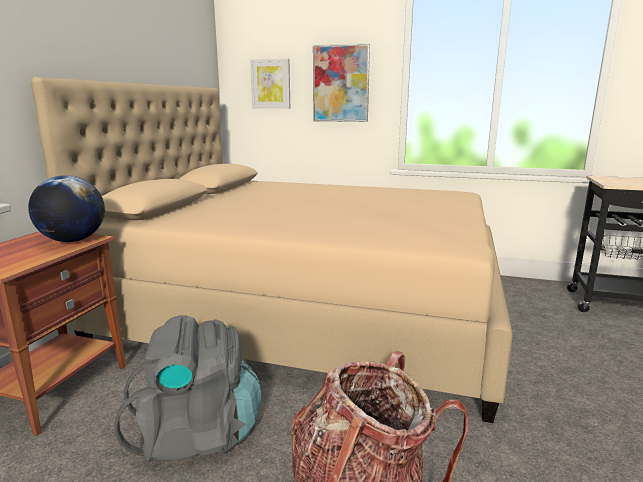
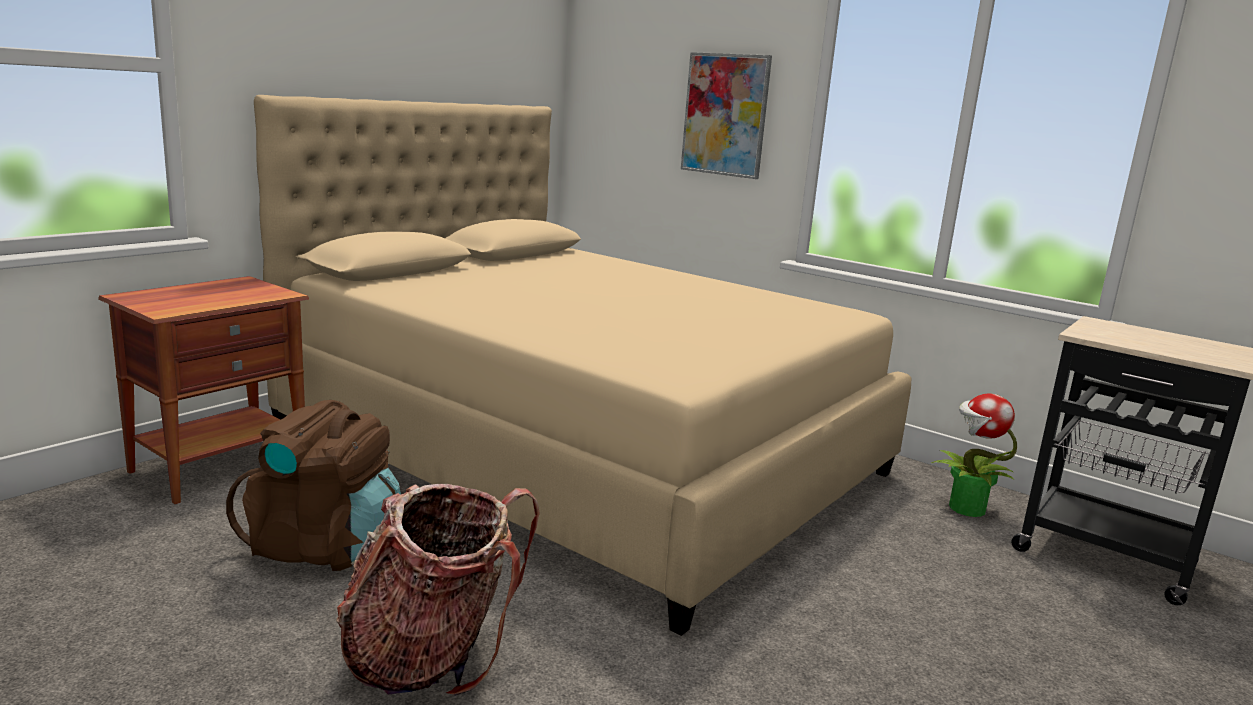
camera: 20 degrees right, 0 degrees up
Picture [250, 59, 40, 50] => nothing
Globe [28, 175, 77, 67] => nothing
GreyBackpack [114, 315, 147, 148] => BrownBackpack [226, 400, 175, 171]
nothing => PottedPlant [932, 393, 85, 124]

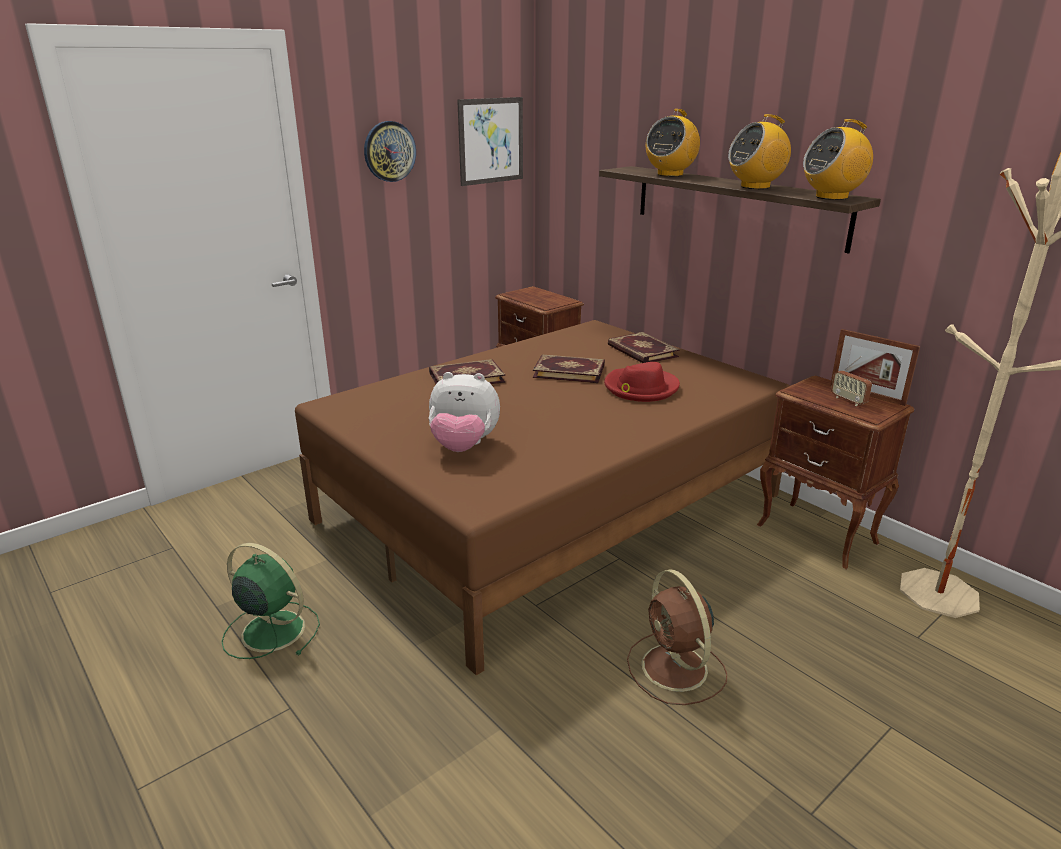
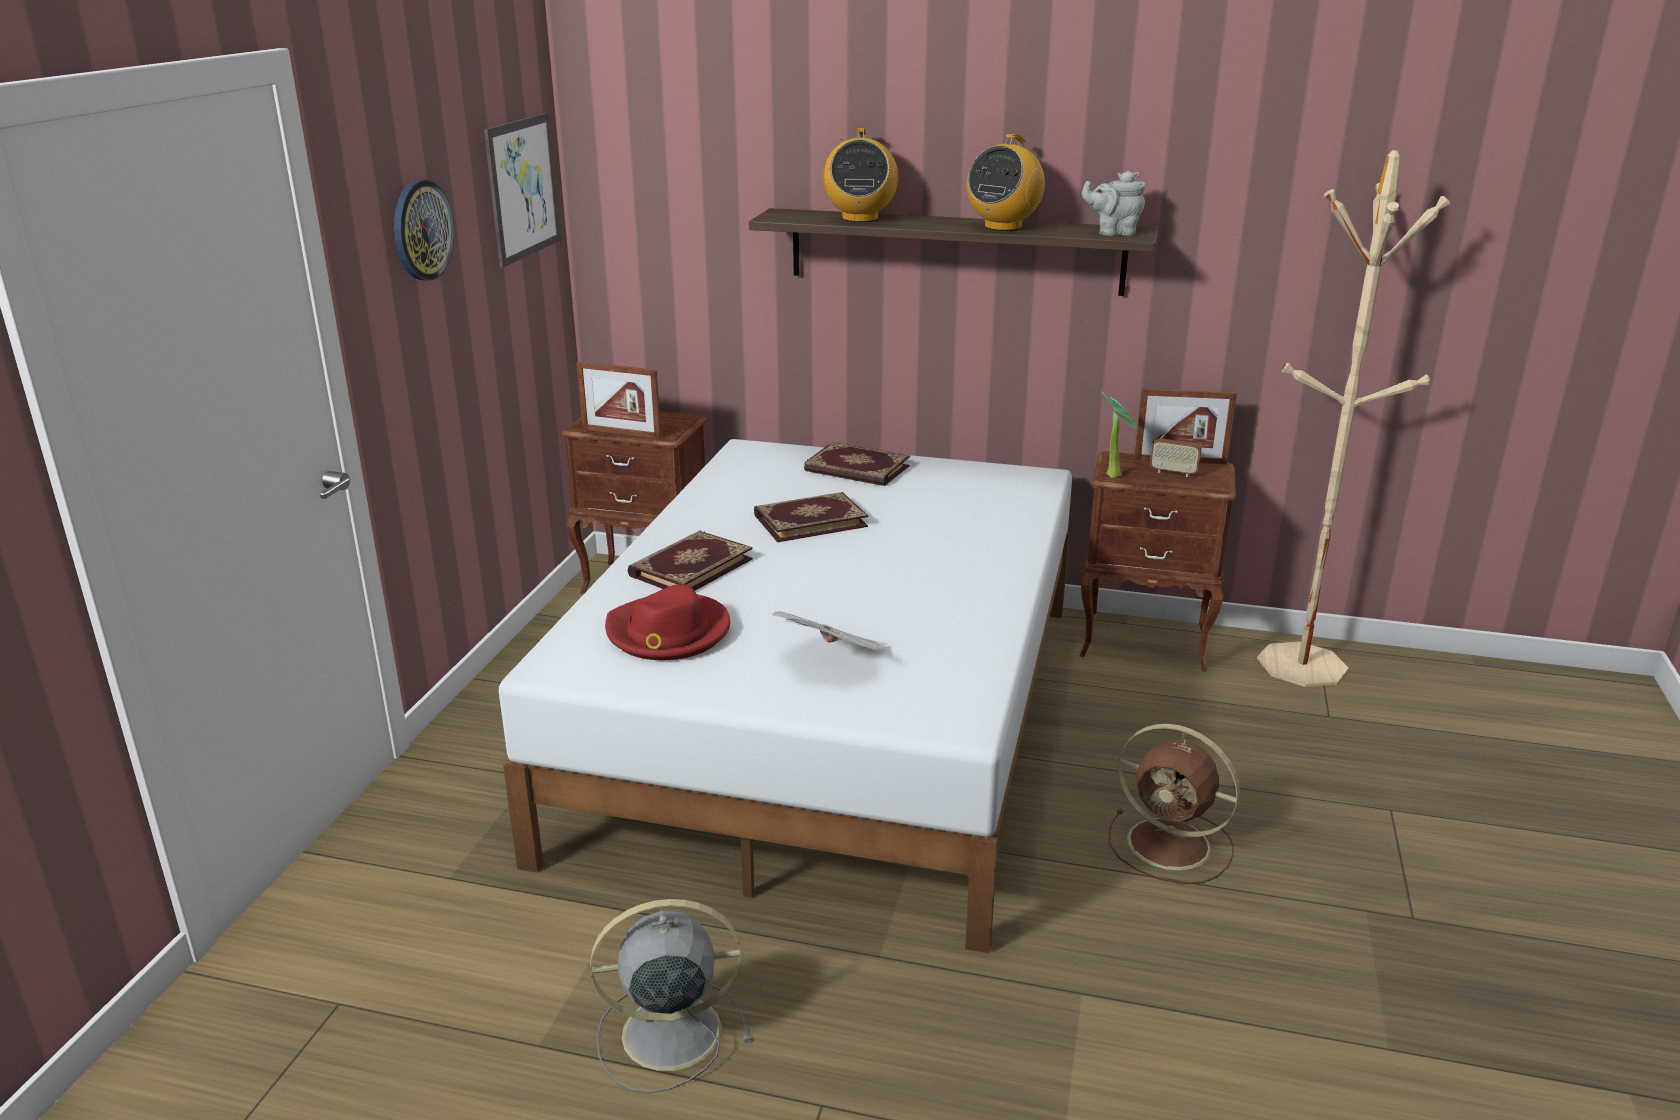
camera: 35 degrees left, 0 degrees up
Radio [803, 119, 70, 81] => GreyTeapot [1082, 171, 64, 65]
BrownBed [295, 320, 495, 355] => WhiteBed [499, 439, 573, 514]
RedHat [604, 362, 76, 40] => RedHat [605, 584, 125, 76], relocated
PlushToy [429, 372, 71, 80] => Newspaper [772, 611, 116, 40]
GreenFan [221, 543, 99, 116] => GreyFan [590, 899, 160, 194]
nothing => PictureFrame [577, 361, 84, 78]
nothing => PottedPlant [1101, 391, 37, 87]

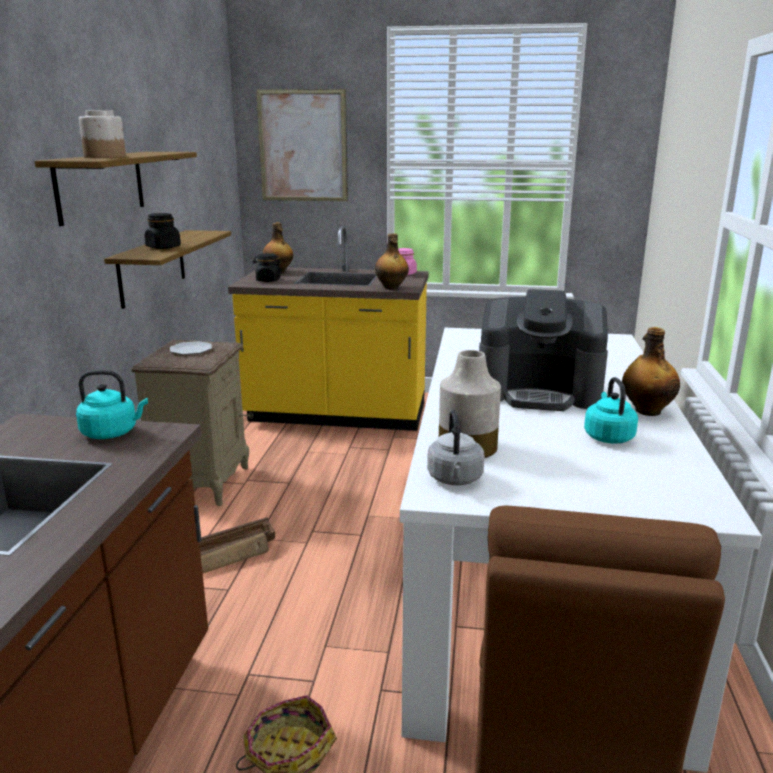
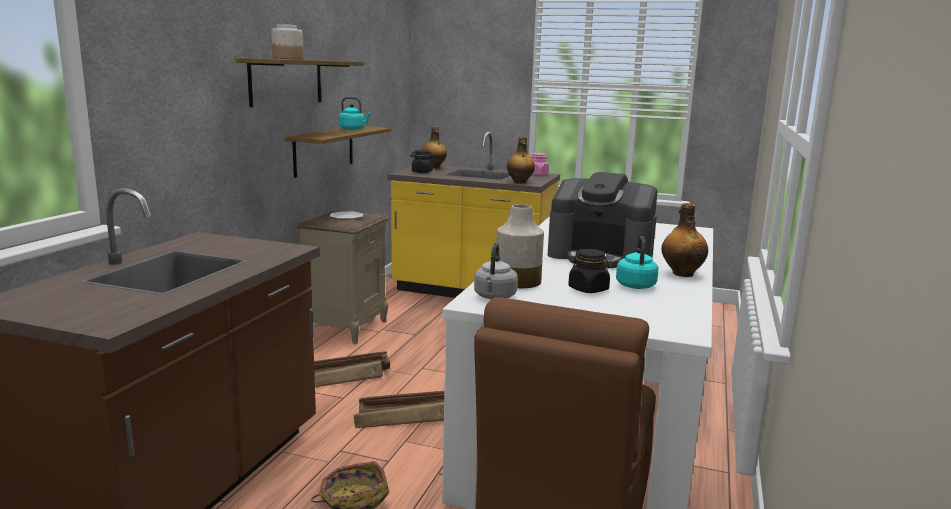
camera: 10 degrees right, 5 degrees down
Picture [256, 89, 92, 112] => nothing
BlackJar [145, 213, 36, 36] => BlackJar [568, 249, 42, 44], relocated
TurquoiseKettle [76, 370, 72, 69] => TurquoiseKettle [339, 97, 32, 33], relocated
nothing => Crate [354, 391, 90, 37]

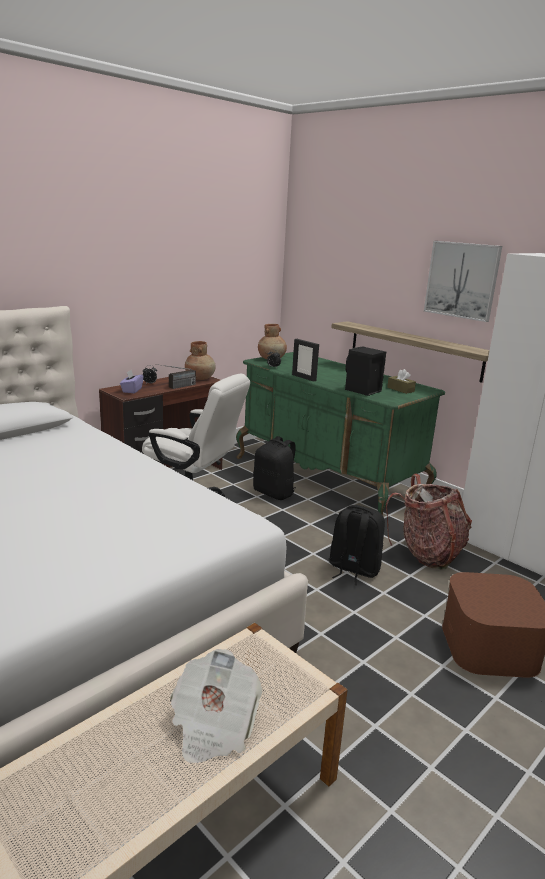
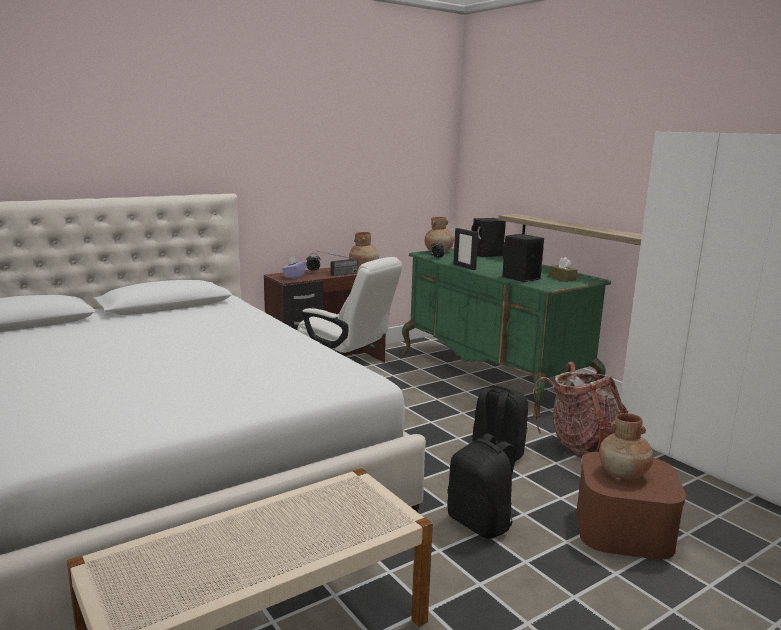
camera: 10 degrees right, 5 degrees down
Picture [424, 241, 78, 81] => nothing
BlackBackpack [253, 436, 43, 64] => BlackBackpack [447, 433, 69, 106], relocated
Newspaper [170, 649, 92, 114] => nothing
nothing => BlackSpeaker [471, 218, 35, 39]
nothing => BrownVase [599, 413, 54, 67]

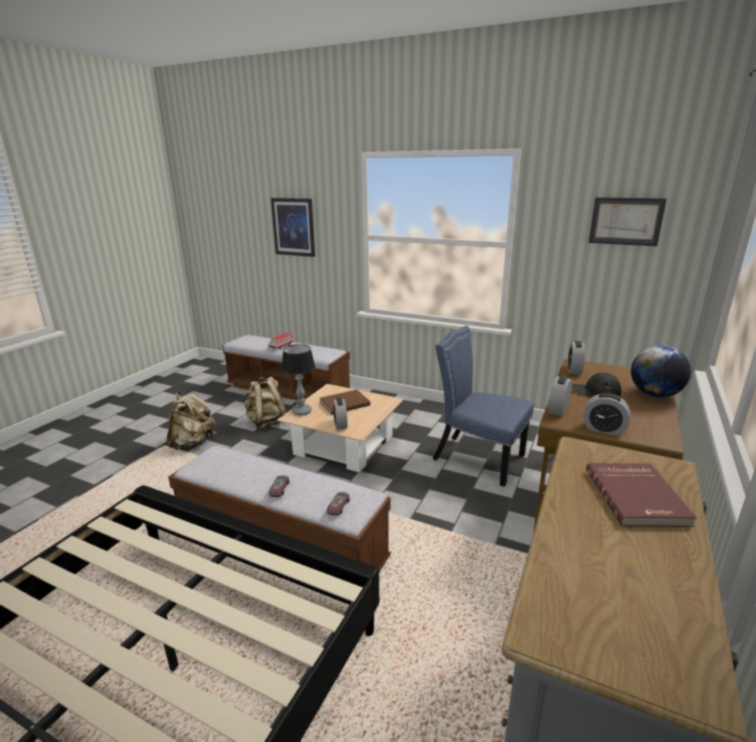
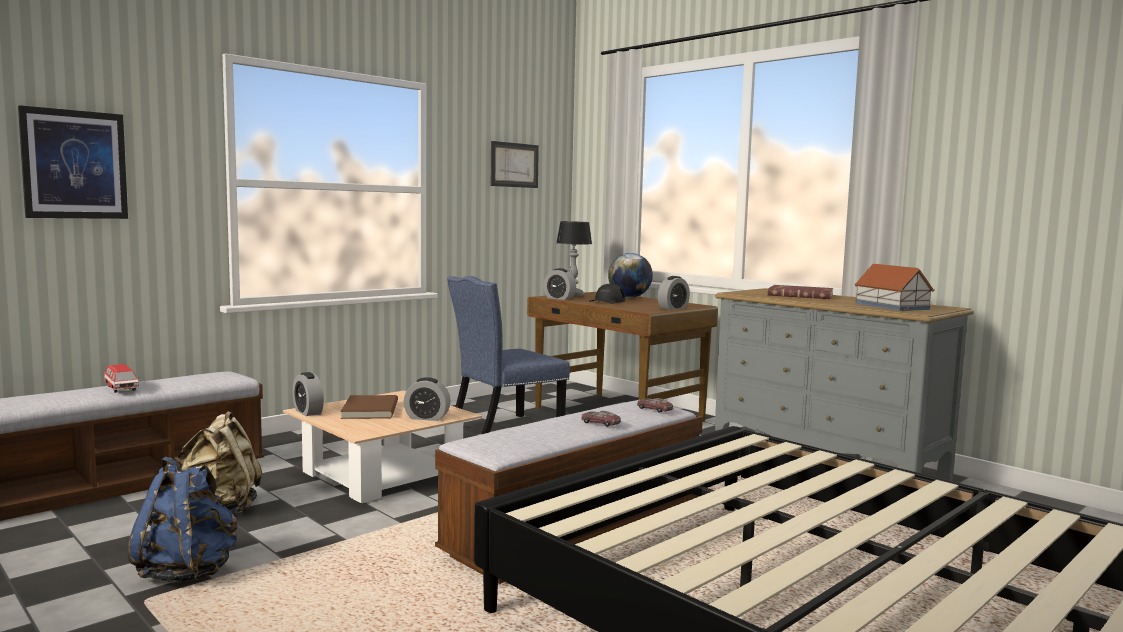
camera: 70 degrees left, 15 degrees down
TableLamp [281, 344, 34, 72] => TableLamp [556, 221, 36, 76], relocated
AlarmClock [548, 376, 24, 41] => AlarmClock [293, 372, 31, 44], relocated
BeigeBackpack [167, 391, 48, 59] => BlueBackpack [128, 456, 109, 127]
nothing => ToyHouse [855, 264, 79, 47]

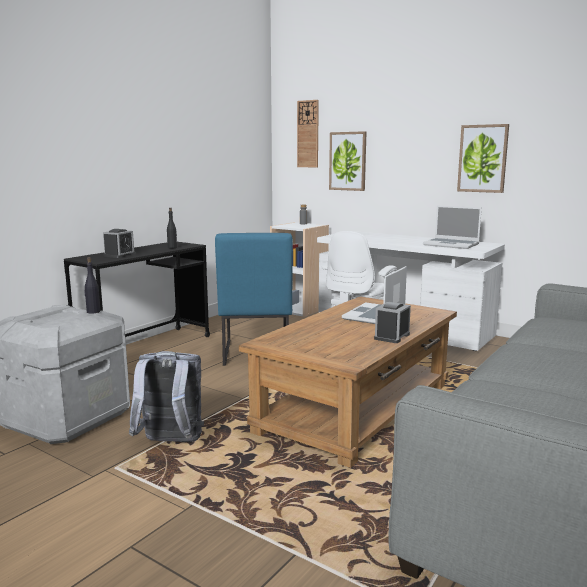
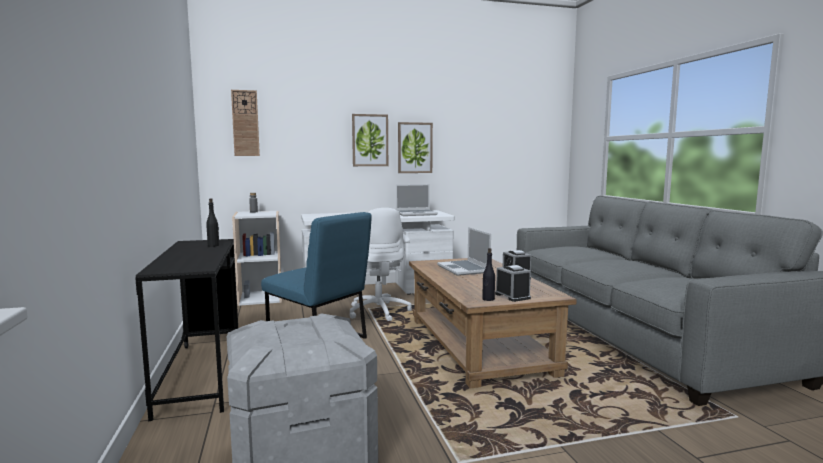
camera: 50 degrees left, 5 degrees down
Picture [329, 131, 38, 60] => Picture [352, 114, 36, 52], relocated
AlarmClock [103, 229, 32, 29] => AlarmClock [495, 265, 36, 37], relocated
BlackBottle [85, 257, 15, 57] => BlackBottle [482, 248, 13, 53], relocated
GreyBackpack [129, 351, 75, 91] => nothing

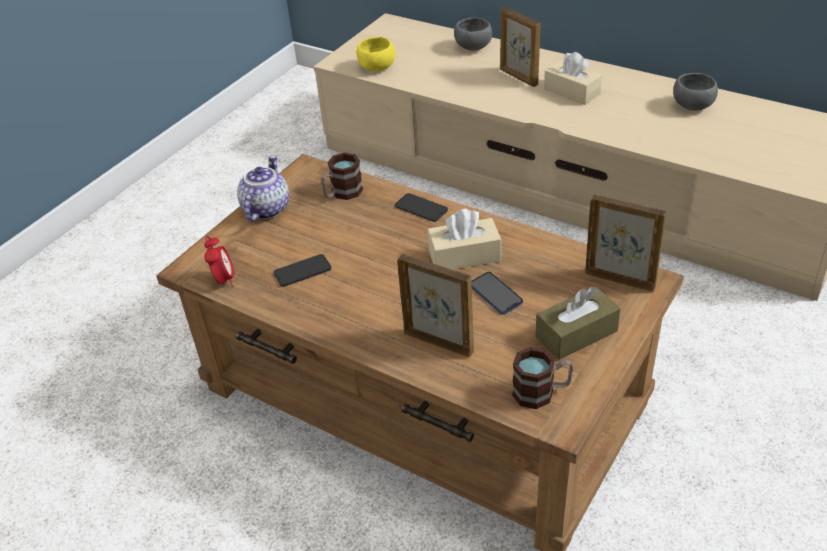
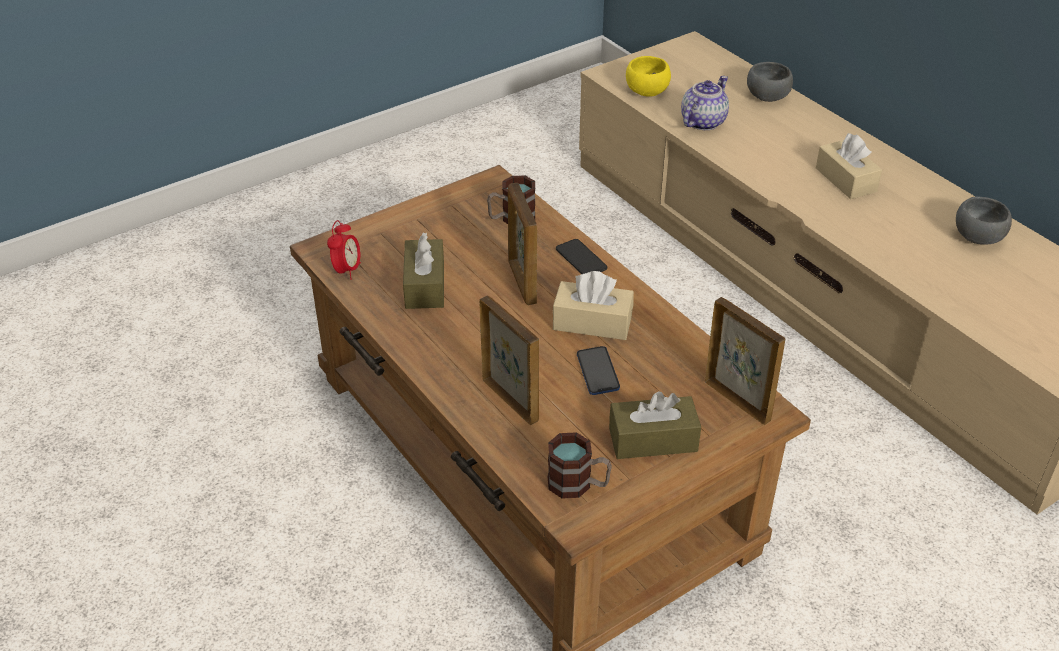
camera: 20 degrees right, 0 degrees up
PictureFrame [500, 7, 40, 80] => PictureFrame [508, 183, 29, 122], relocated
Teapot [237, 155, 52, 67] => Teapot [681, 76, 48, 54], relocated
Phone [273, 254, 59, 33] => BrownTissueBox [403, 232, 41, 77]

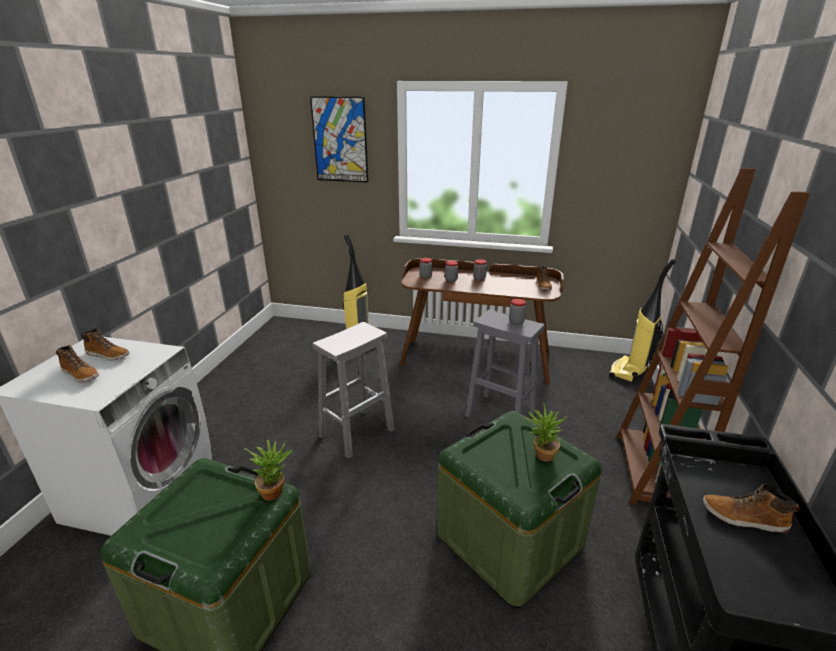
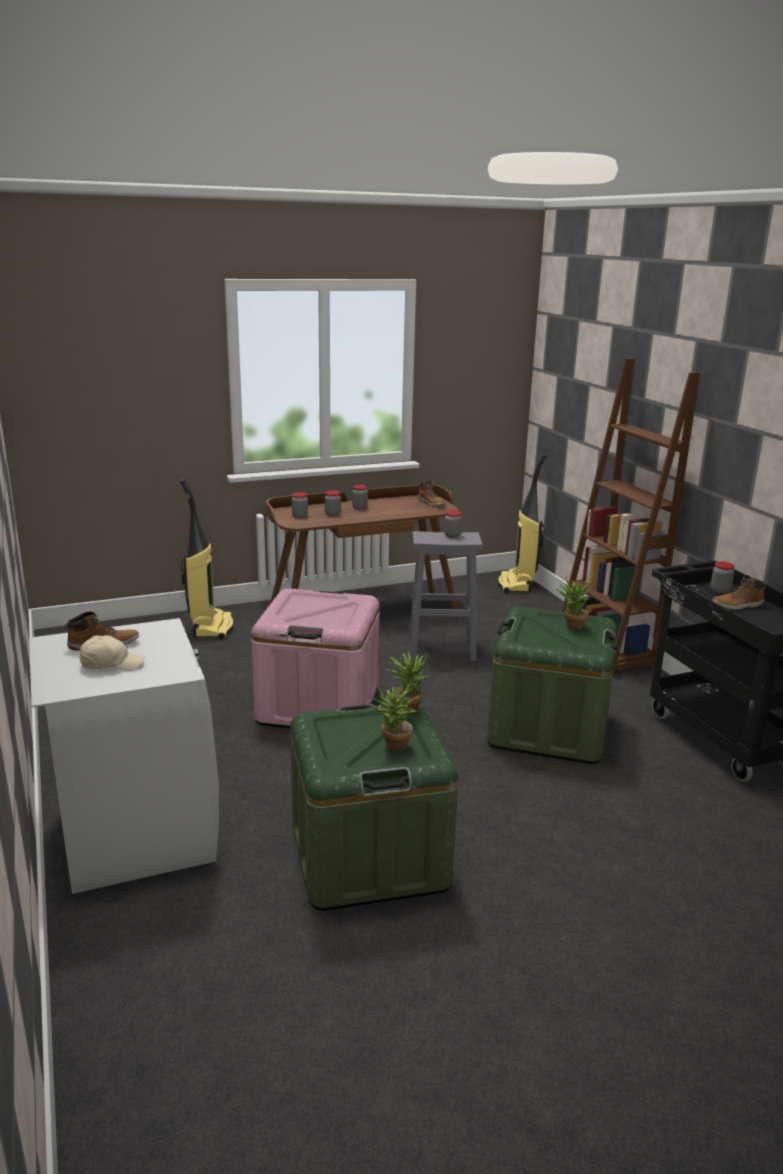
camera: 35 degrees left, 5 degrees down
Picture [310, 96, 58, 87] => nothing
WhiteStool [312, 322, 83, 137] => PinkStorageBox [251, 588, 129, 140]
Boot [56, 345, 43, 37] => BeigeCap [79, 635, 65, 36]
nothing => Jar [710, 561, 24, 33]
nothing => PottedPlant [370, 683, 50, 67]

